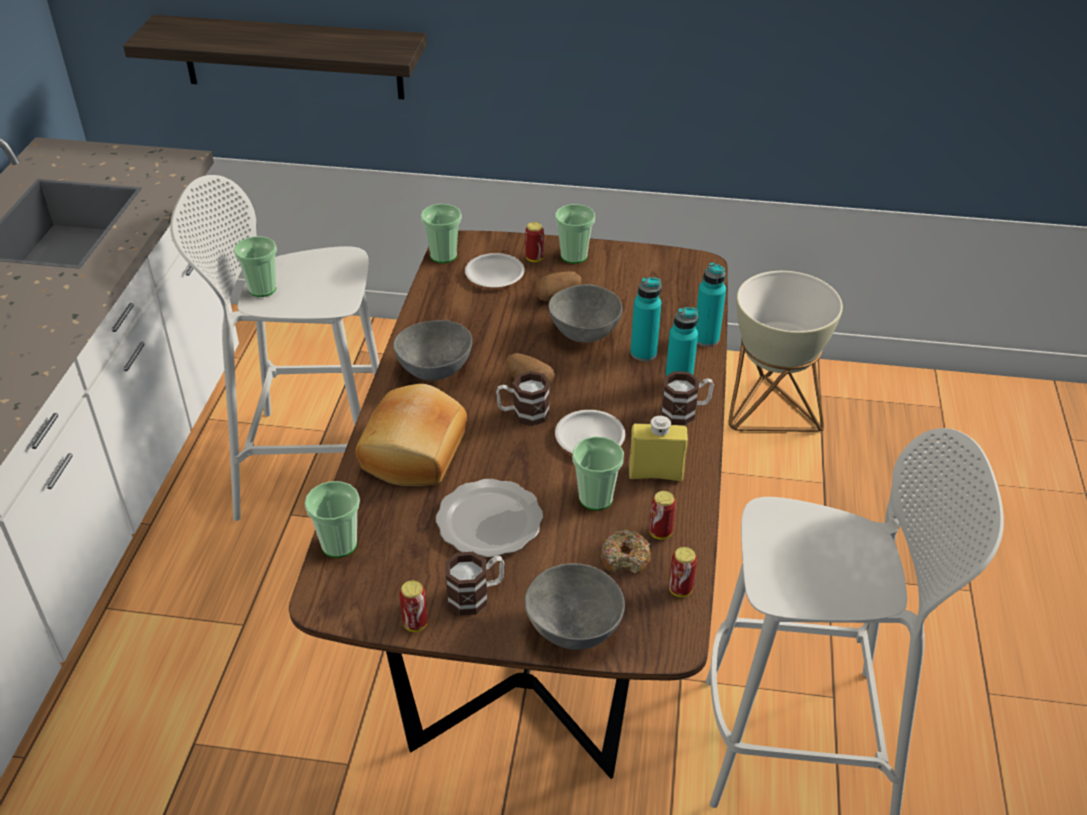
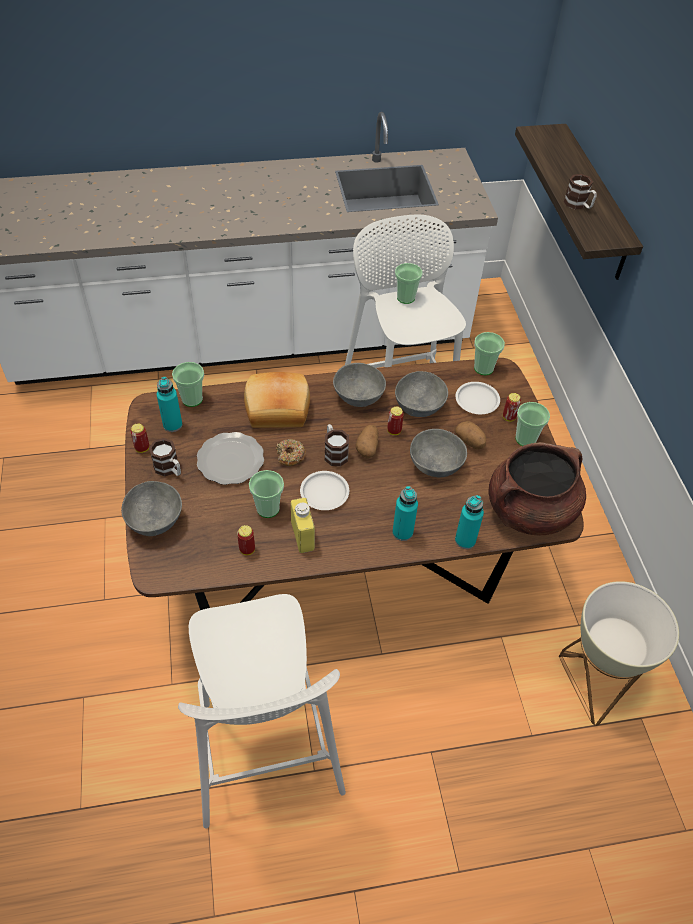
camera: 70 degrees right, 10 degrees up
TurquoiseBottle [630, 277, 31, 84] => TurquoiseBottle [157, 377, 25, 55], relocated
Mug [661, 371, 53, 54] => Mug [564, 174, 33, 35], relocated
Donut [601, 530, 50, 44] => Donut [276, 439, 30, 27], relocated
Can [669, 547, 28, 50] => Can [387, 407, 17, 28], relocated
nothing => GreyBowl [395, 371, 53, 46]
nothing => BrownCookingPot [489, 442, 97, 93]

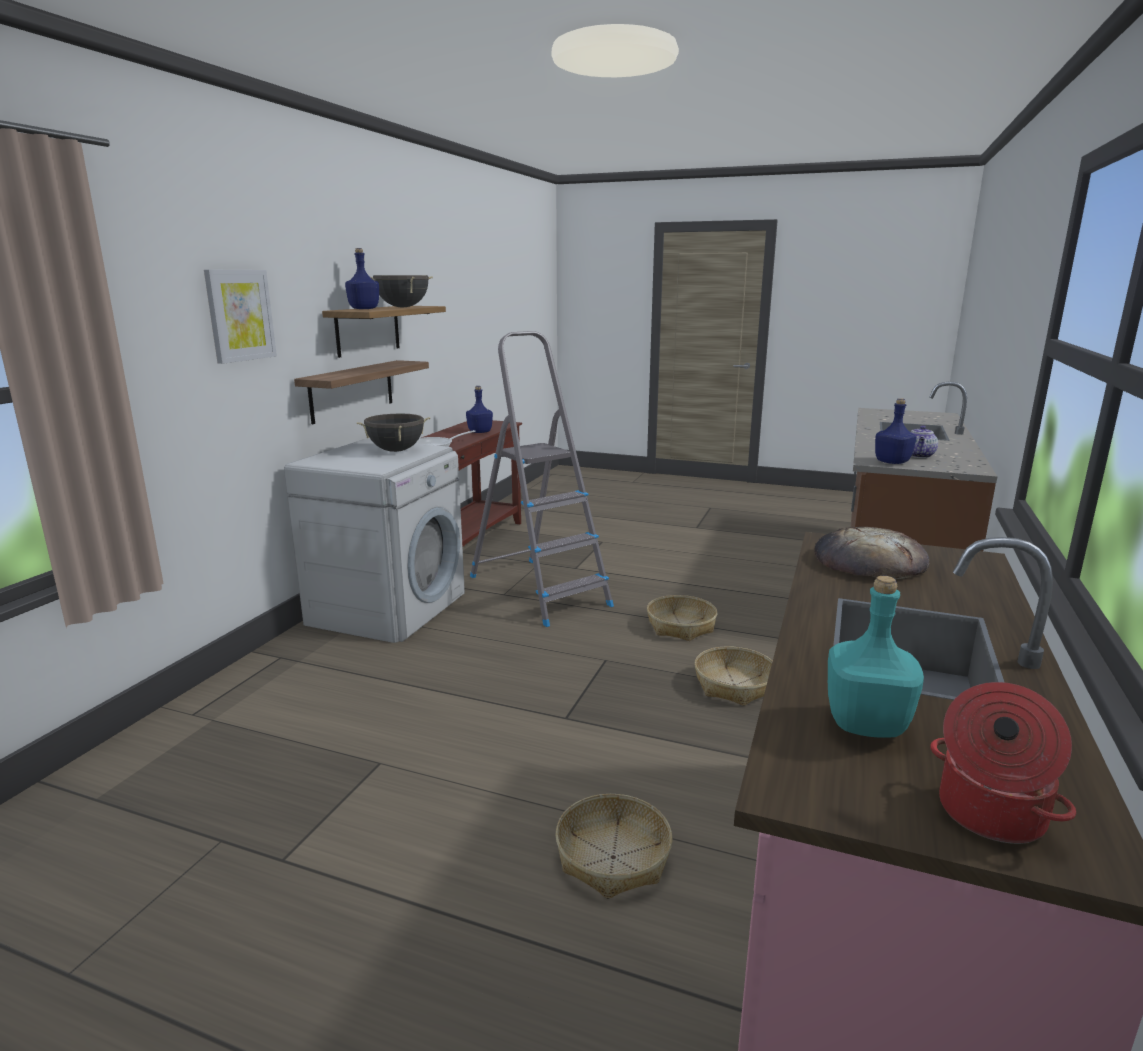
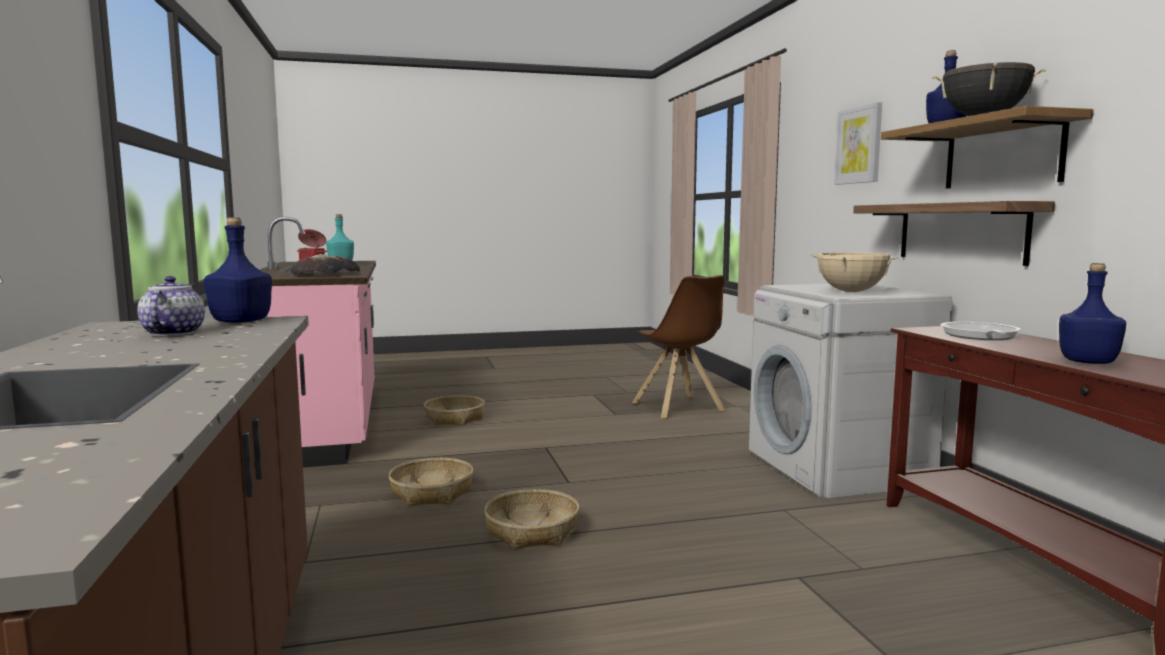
camera: 145 degrees right, 10 degrees down
GreyStepLadder [470, 331, 144, 296] => nothing
BlackCookingPot [357, 414, 73, 38] => BeigeCookingPot [811, 252, 88, 40]
nothing => BrownChair [632, 275, 94, 144]

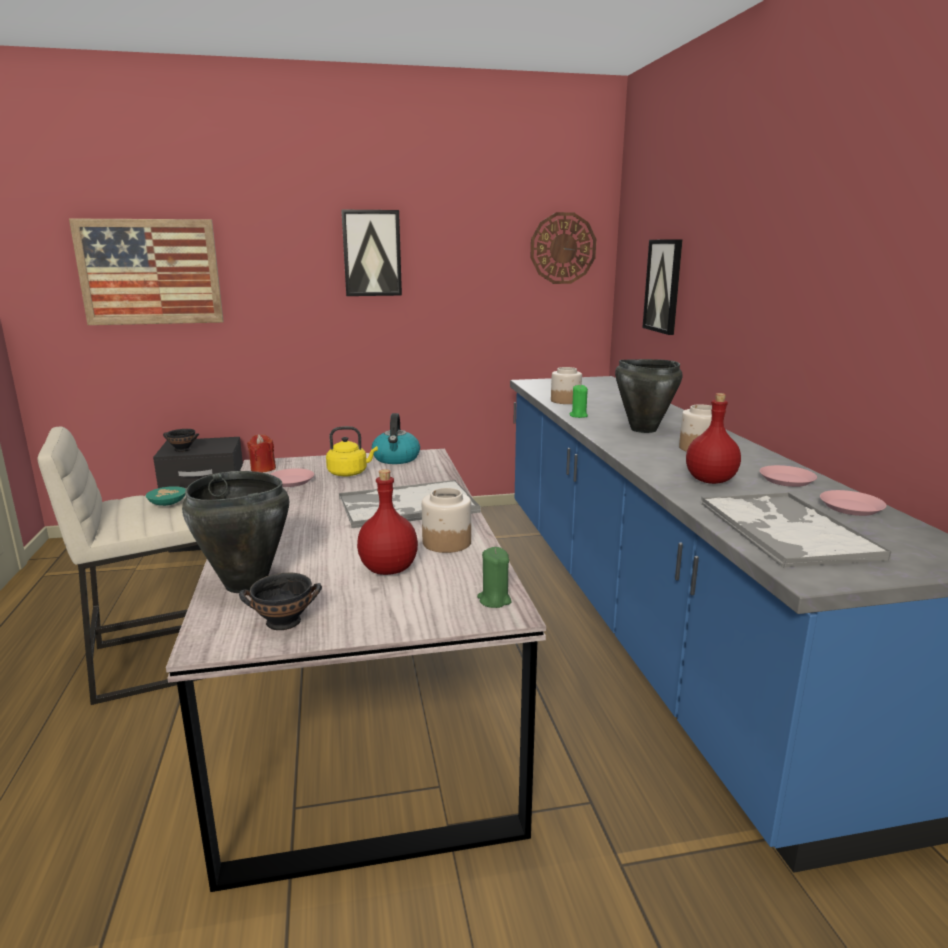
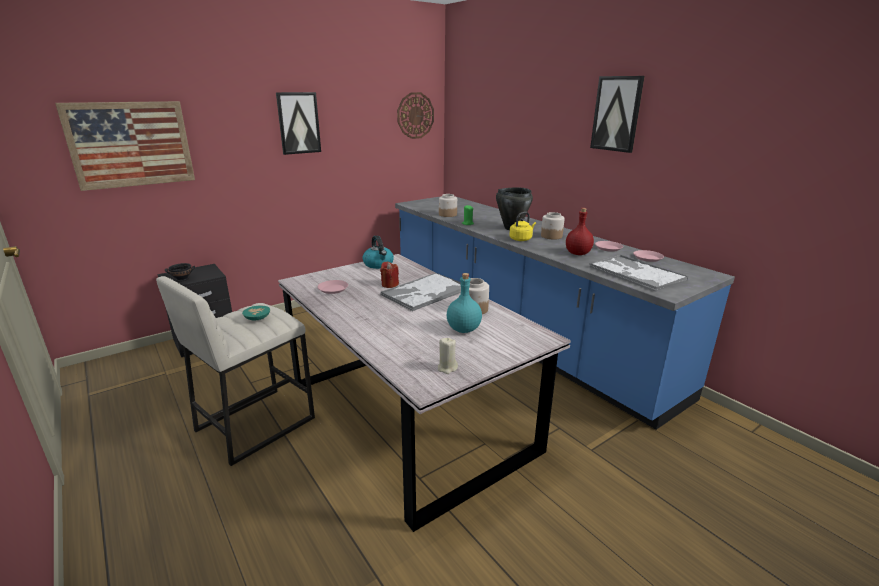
camera: 25 degrees left, 5 degrees up
Picture [642, 239, 41, 96] => Picture [590, 76, 55, 77], relocated
YellowKettle [326, 426, 52, 50] => YellowKettle [509, 212, 27, 29], relocated
RedCandle [247, 434, 29, 38] => RedCandle [380, 262, 19, 26], relocated
RedBottle [357, 469, 61, 106] => TurquoiseBottle [447, 273, 35, 60]
BlackCookingPot [182, 471, 107, 122] => nothing
GreenCandle [477, 547, 35, 61] => nothing
BlackBowl [239, 573, 83, 57] => BeigeCandle [438, 338, 20, 36]

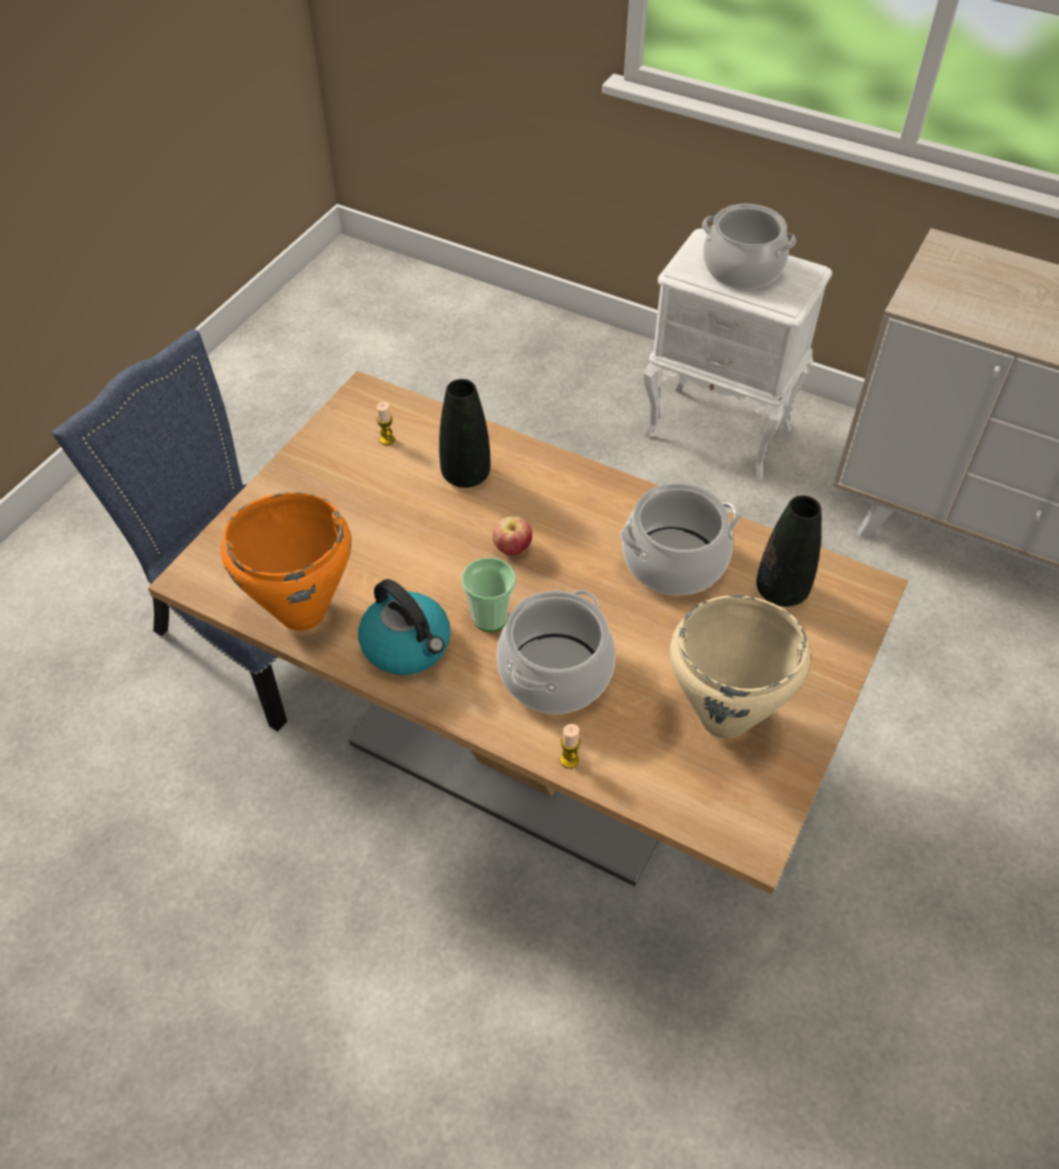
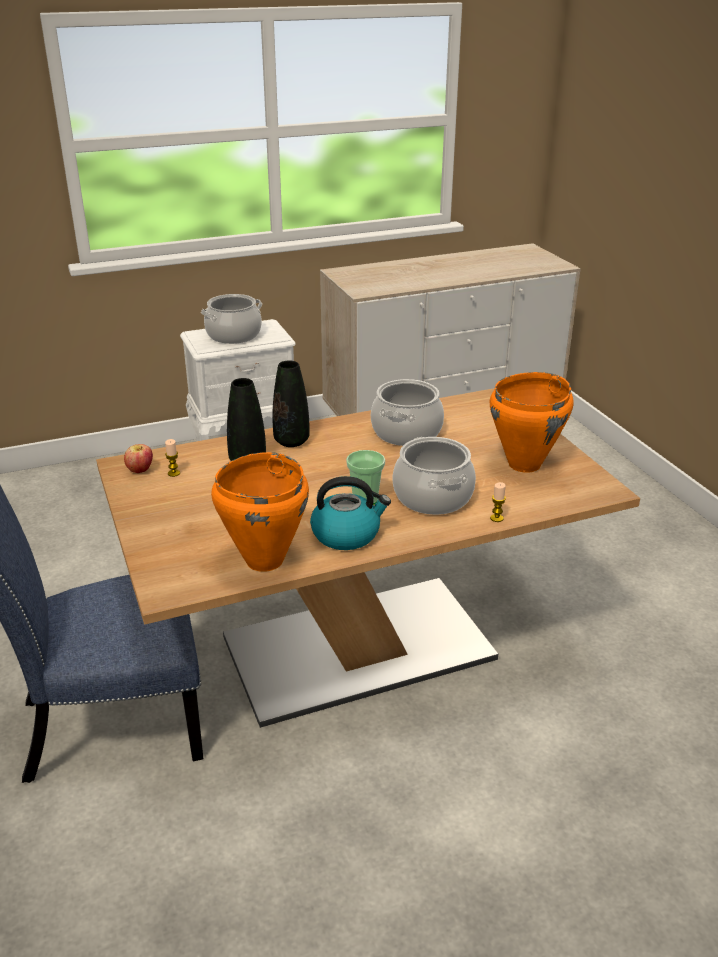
camera: 50 degrees left, 20 degrees down
BlackVase [756, 495, 66, 112] => BlackVase [273, 361, 37, 86], relocated
Apple [492, 516, 40, 39] => Apple [124, 444, 29, 29], relocated
BeigeCookingPot [670, 595, 140, 144] => OrangeCookingPot [490, 372, 83, 101]

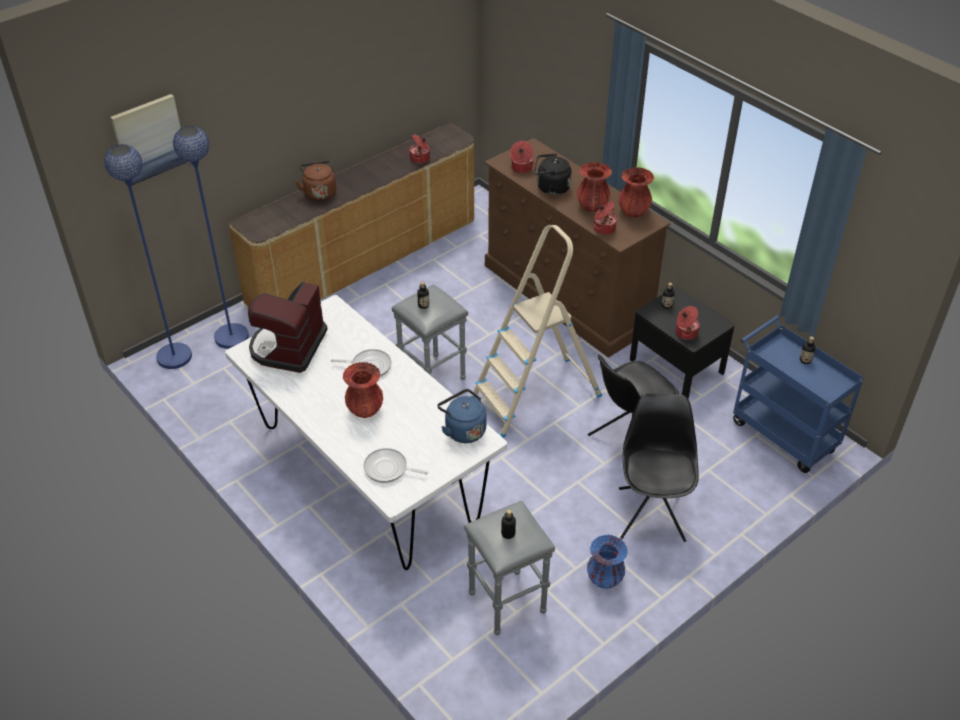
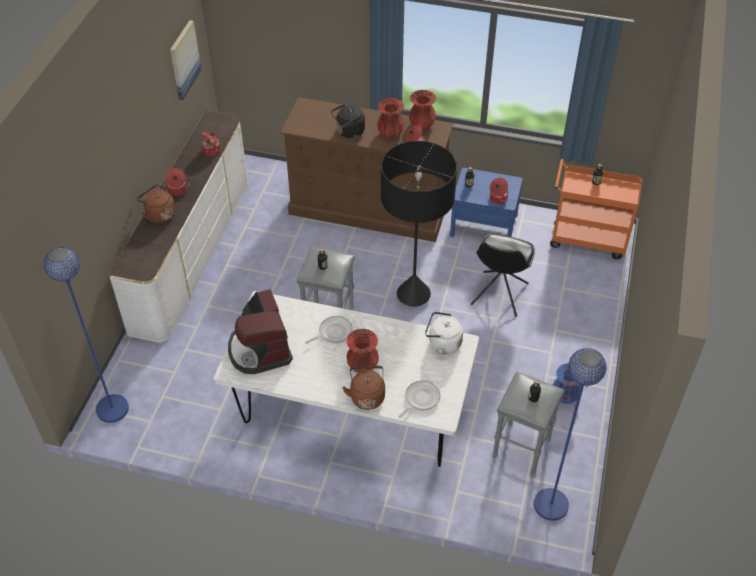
camera: 35 degrees left, 5 degrees up
Picture [110, 94, 78, 91] => Picture [170, 20, 31, 80], relocated
BrownCabinet [229, 123, 245, 184] => WhiteCabinet [109, 110, 139, 232]
BlueFloorLamp [173, 126, 76, 223] => BlueFloorLamp [534, 348, 72, 173], relocated
CookingPot [509, 141, 26, 32] => CookingPot [163, 168, 27, 28], relocated
BeigeStepLadder [471, 225, 131, 213] => BlackFloorLamp [381, 141, 76, 166]
BlackNightstand [630, 287, 105, 111] => BlueNightstand [450, 168, 73, 69]
BlueCart [733, 315, 131, 158] => OrangeCart [550, 159, 92, 100]
BlueKettle [437, 389, 49, 54] => WhiteKettle [425, 312, 38, 42]
BlackChair [619, 393, 80, 149] => nothing
FryingPan [364, 448, 64, 35] => FryingPan [398, 380, 43, 38], 150 degrees clockwise
nothing => BrownKettle [342, 366, 43, 44]

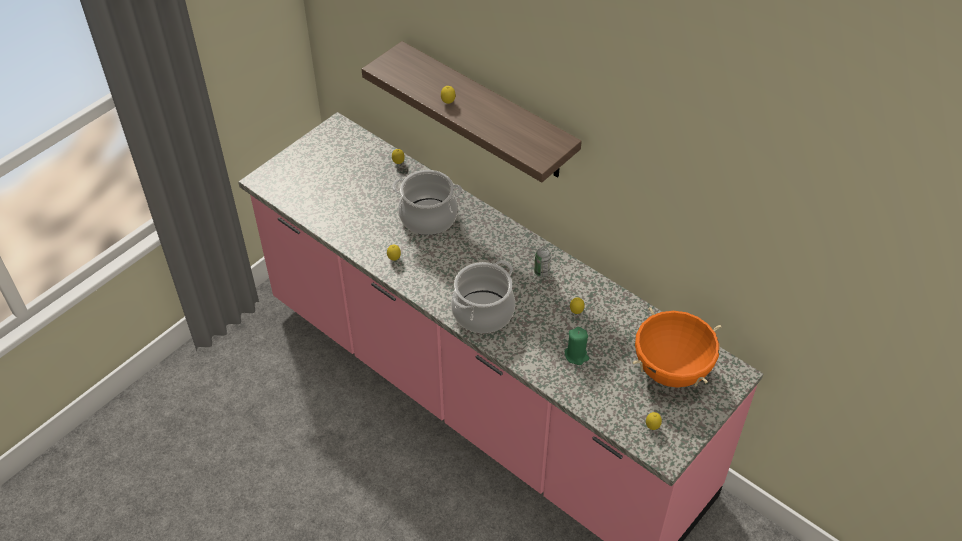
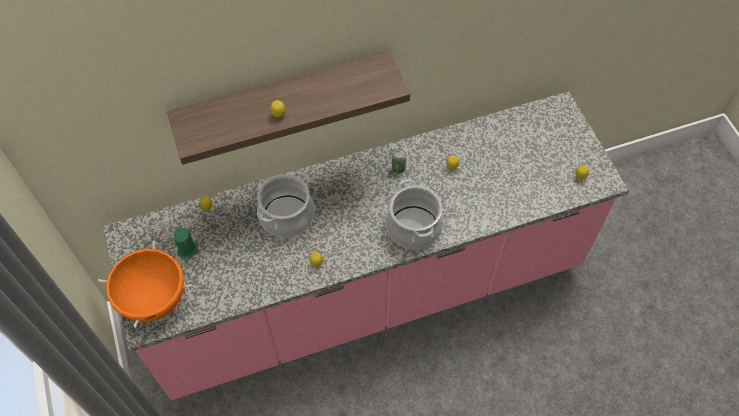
camera: 60 degrees left, 10 degrees up
OrangeCookingPot [632, 307, 89, 81] => OrangeCookingPot [98, 241, 94, 87], relocated
GreenCandle [565, 327, 24, 38] => GreenCandle [173, 228, 25, 30], relocated

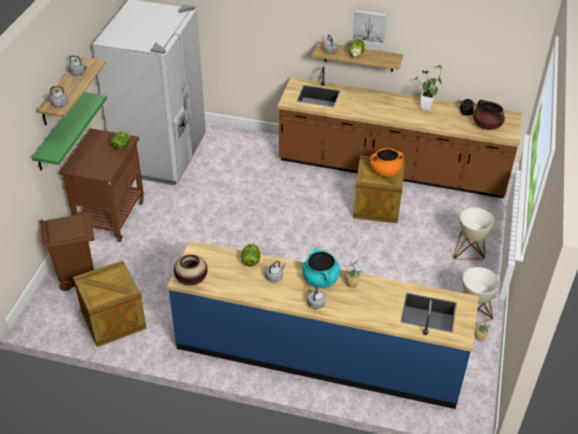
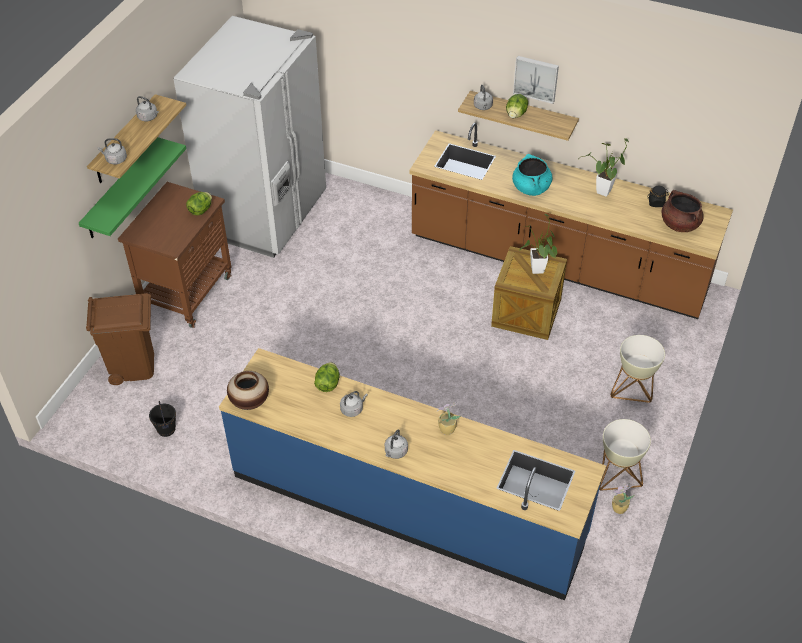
camera: 10 degrees right, 5 degrees up
OrangeCookingPot [370, 148, 34, 29] => PottedPlant [519, 214, 38, 60]
TurquoiseCookingPot [302, 248, 38, 40] => TurquoiseCookingPot [512, 154, 40, 42], relocated
Crate [73, 260, 74, 87] => BlackBucket [149, 401, 27, 36]

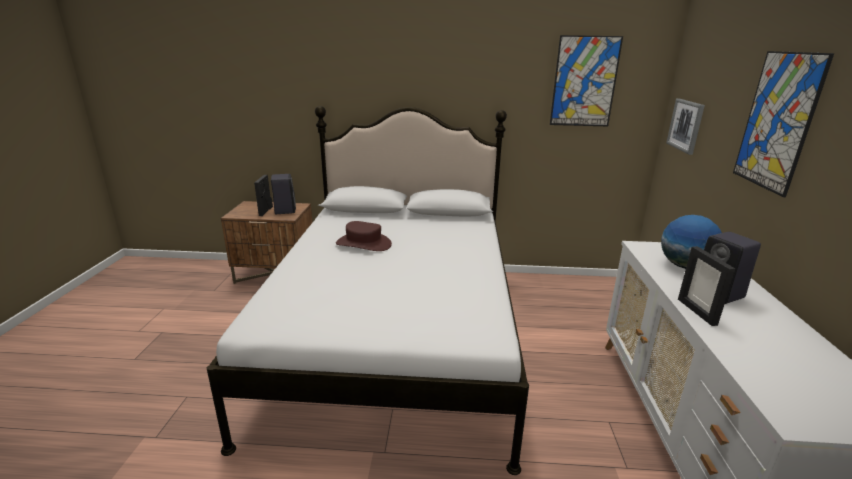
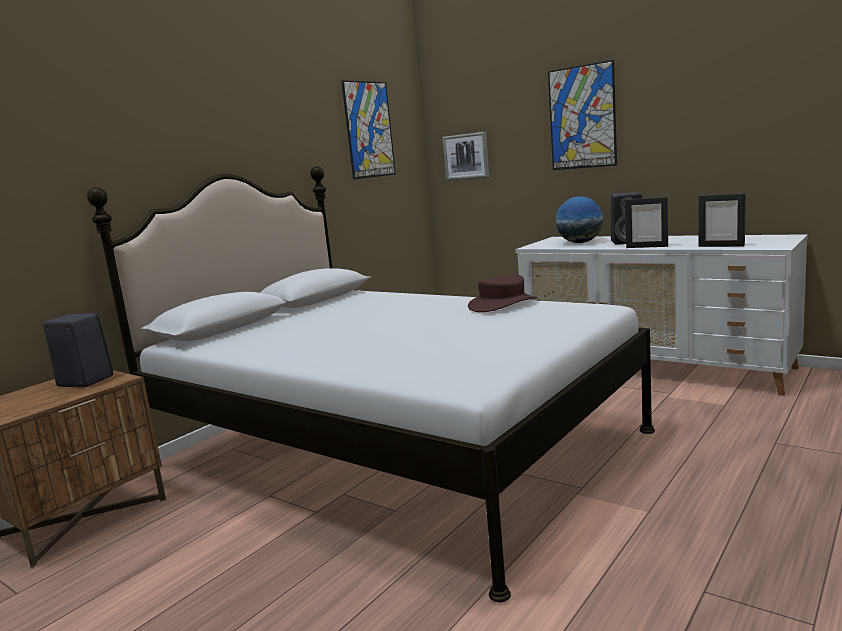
camera: 55 degrees left, 10 degrees down
PictureFrame [254, 175, 19, 41] => PictureFrame [698, 193, 48, 54], relocated
BrownHat [336, 221, 56, 30] => BrownHat [468, 274, 69, 38], relocated

